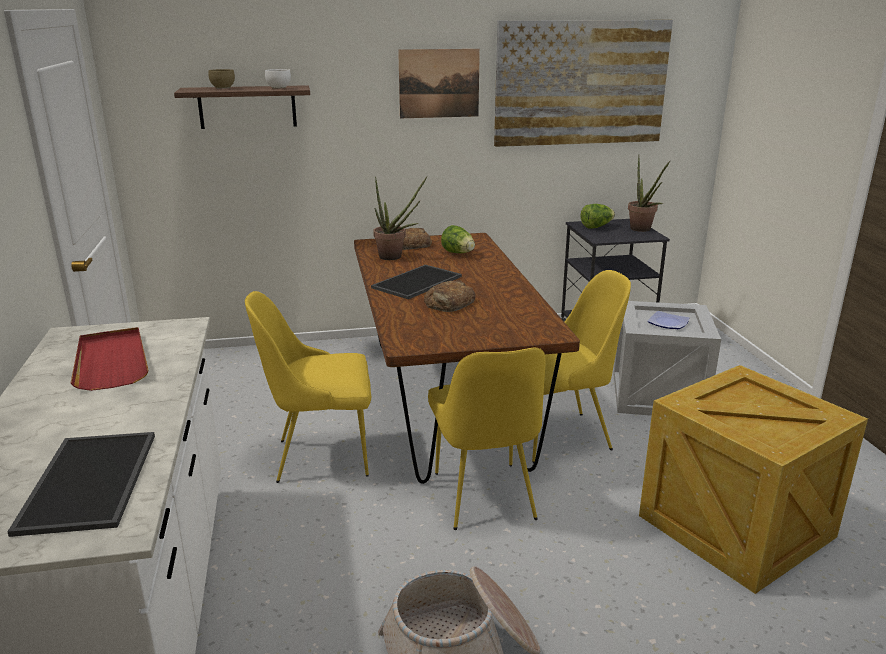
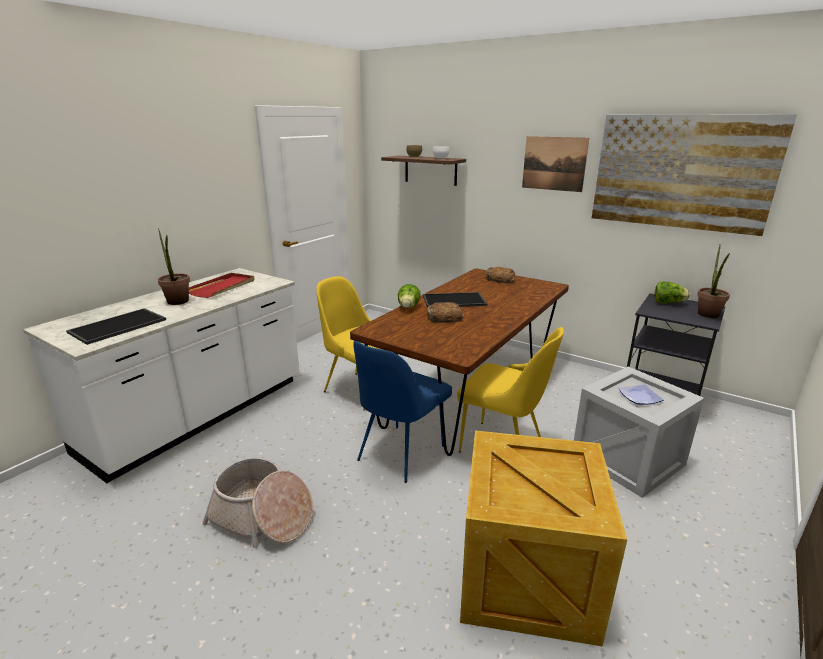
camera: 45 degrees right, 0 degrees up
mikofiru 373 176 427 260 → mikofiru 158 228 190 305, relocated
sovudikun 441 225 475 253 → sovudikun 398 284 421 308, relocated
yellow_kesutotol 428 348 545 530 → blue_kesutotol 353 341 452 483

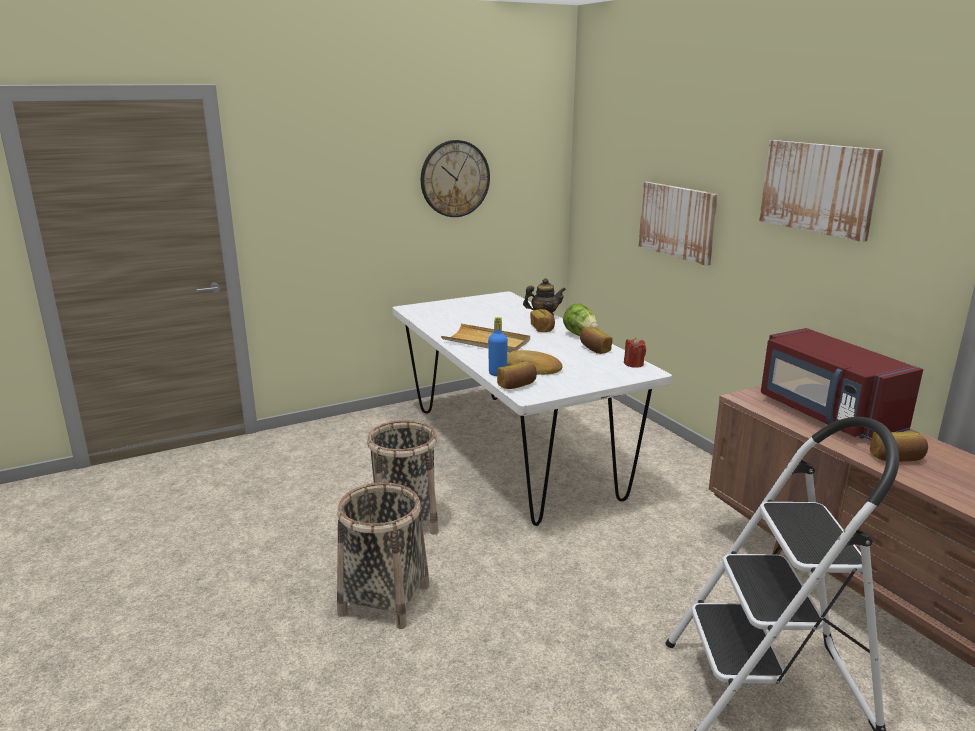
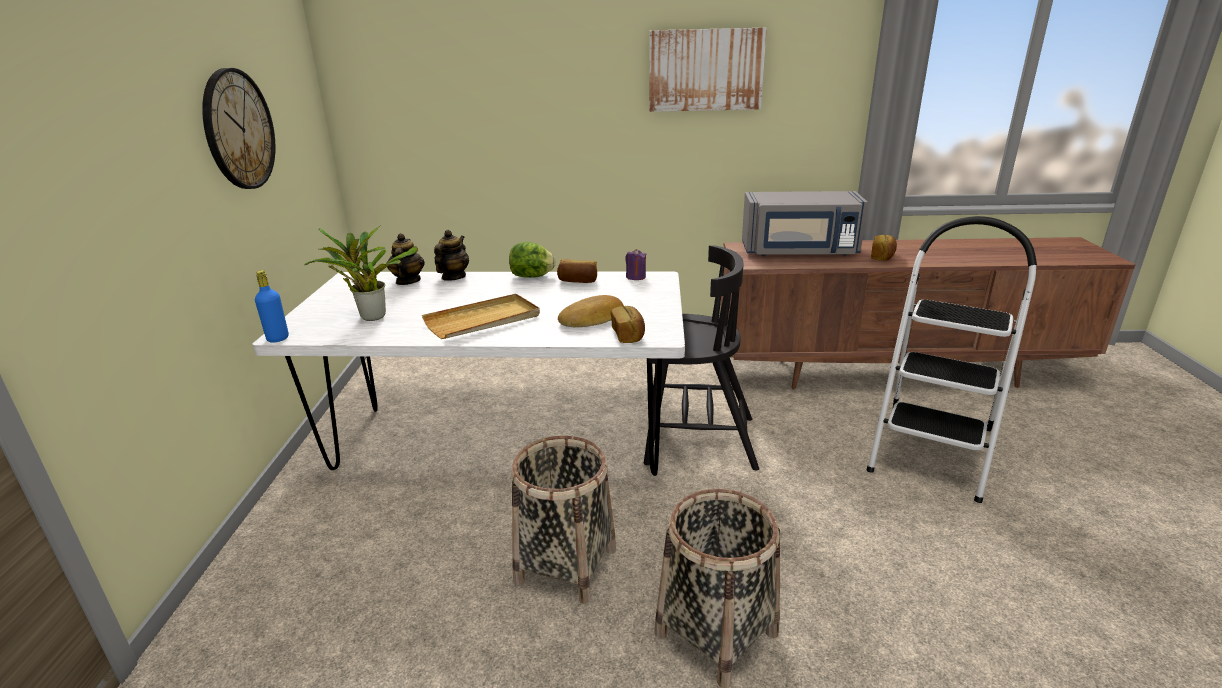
camera: 60 degrees left, 5 degrees up
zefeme 639 182 718 266 → -
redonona 530 309 555 332 → -
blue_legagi 488 317 508 376 → blue_legagi 255 270 289 343, relocated
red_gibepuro 761 328 923 440 → grey_gibepuro 742 191 868 256
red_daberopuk 624 338 646 368 → purple_daberopuk 625 249 646 280
- → mikofiru 305 225 418 321
- → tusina 387 233 425 285
- → black_kesutotol 644 246 759 470

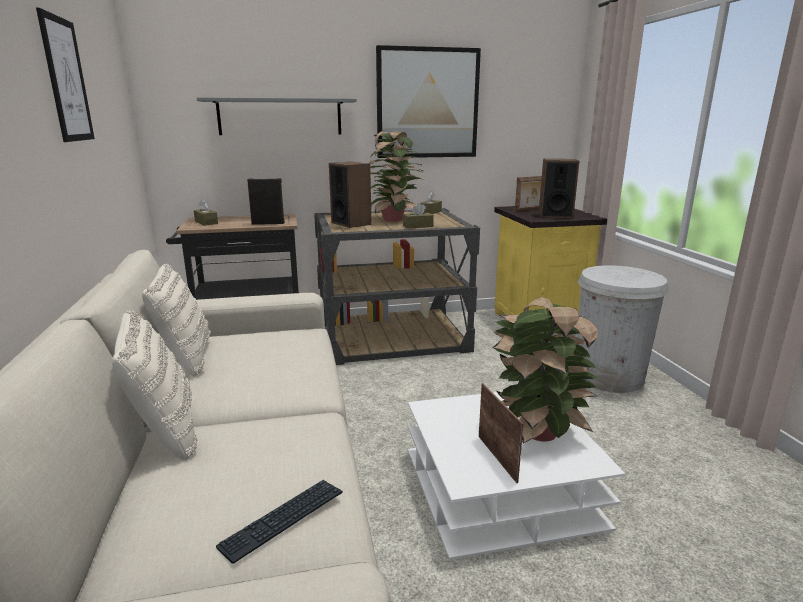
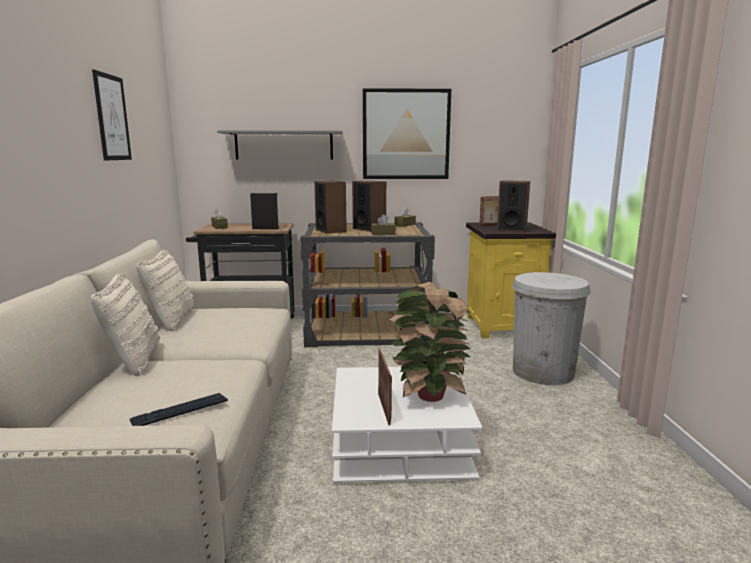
camera: 10 degrees right, 5 degrees down
mikofiru 368 131 425 222 → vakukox 352 180 386 232

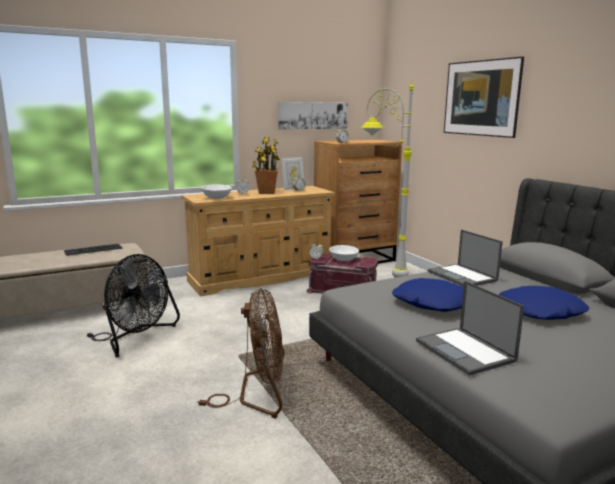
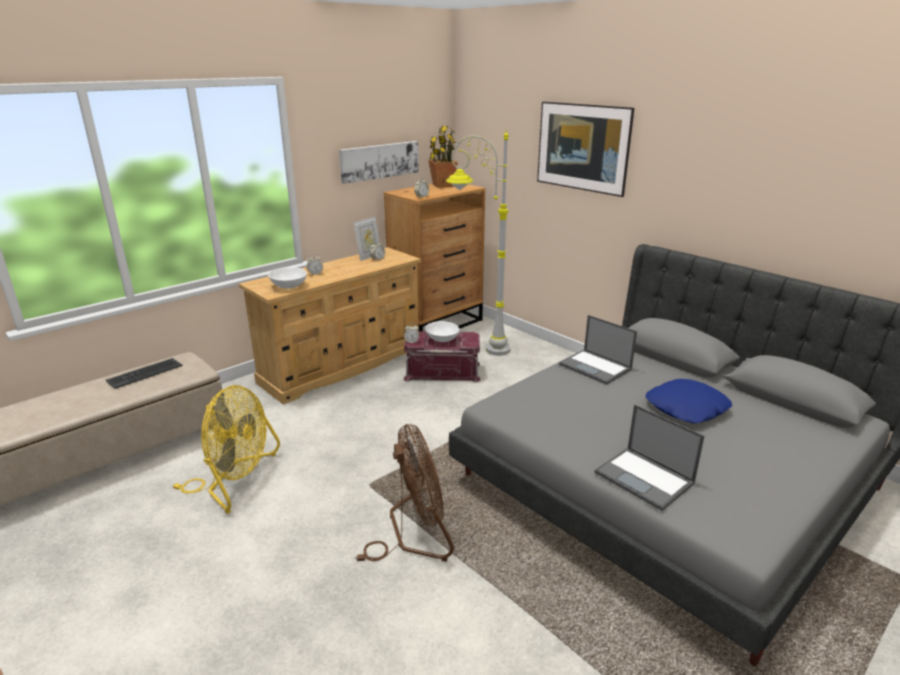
camera: 15 degrees left, 10 degrees up
mikofiru 253 137 280 194 → mikofiru 428 126 458 188, relocated
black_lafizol 87 254 180 358 → yellow_lafizol 173 385 280 514
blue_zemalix 392 278 464 312 → -

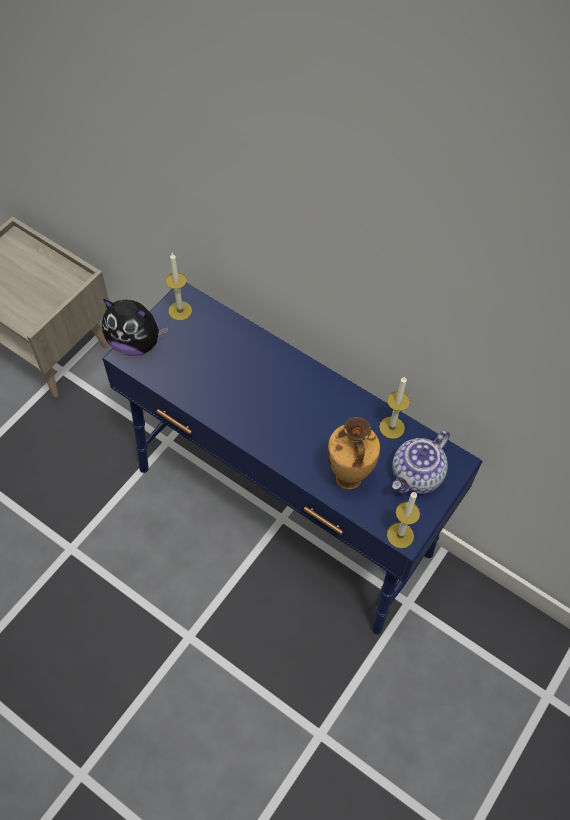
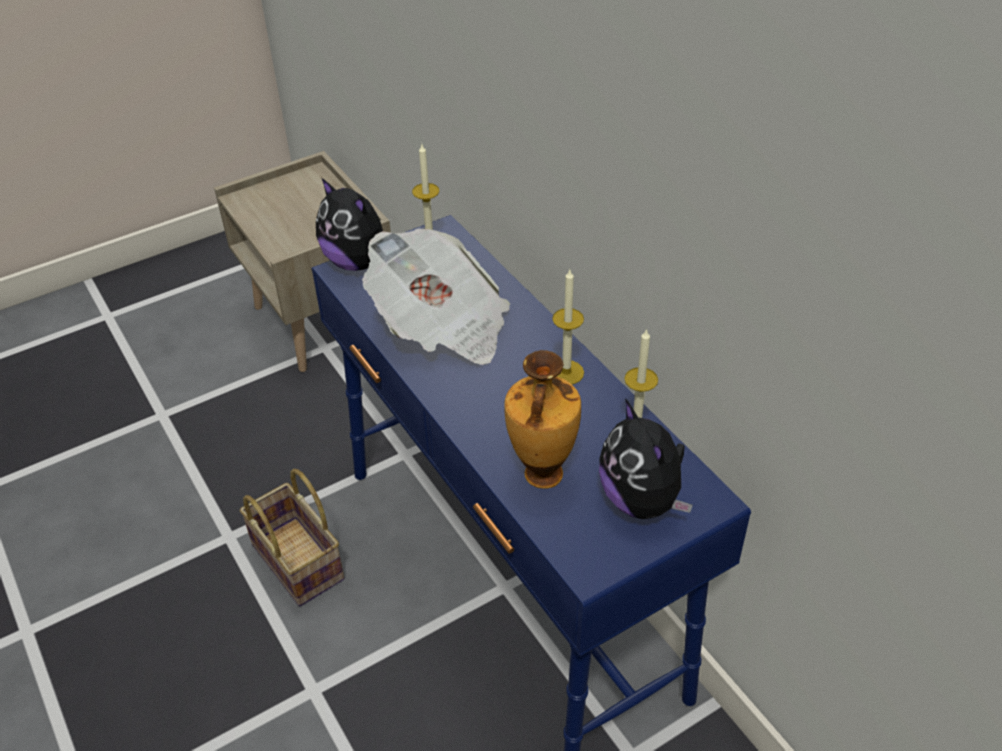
camera: 25 degrees right, 15 degrees down
tusina 392 430 450 494 → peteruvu 599 399 693 519
daberopuk 387 492 420 548 → daberopuk 552 270 584 384, relocated
- → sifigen 362 228 510 365
- → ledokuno 240 469 344 606

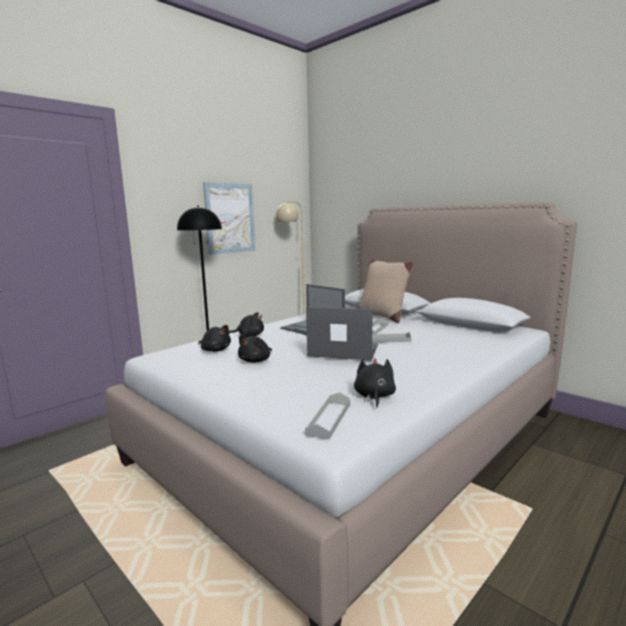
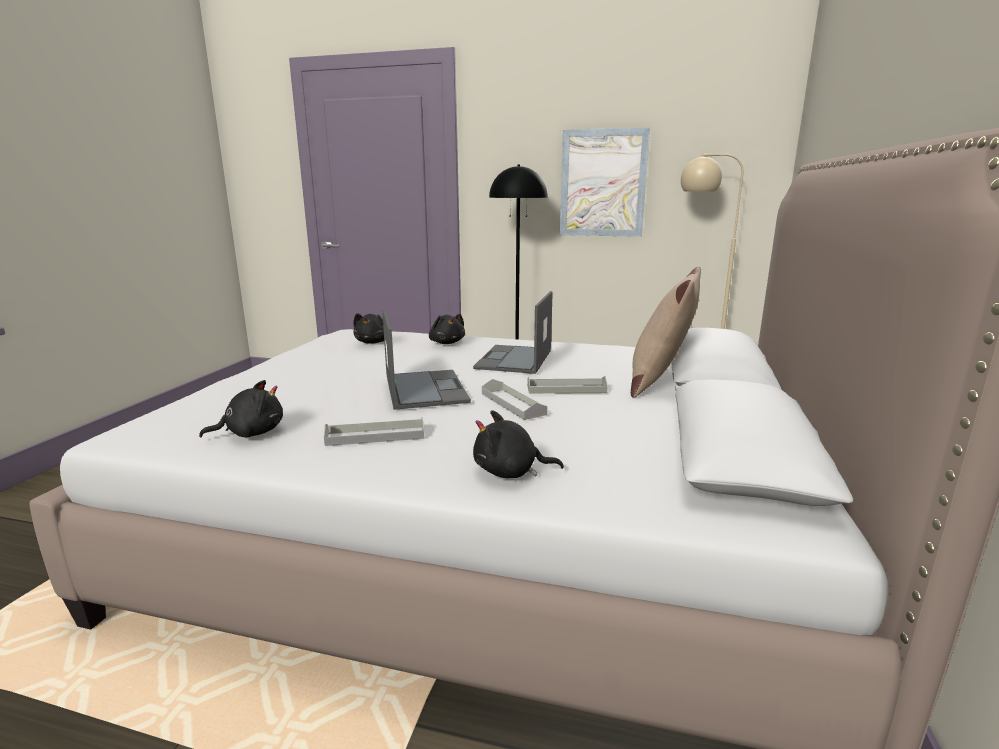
camera: 60 degrees right, 5 degrees up
black_peteruvu 238 335 272 363 → black_peteruvu 473 410 564 478, relocated
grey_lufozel 305 392 350 439 → grey_lufozel 324 417 424 446, relocated

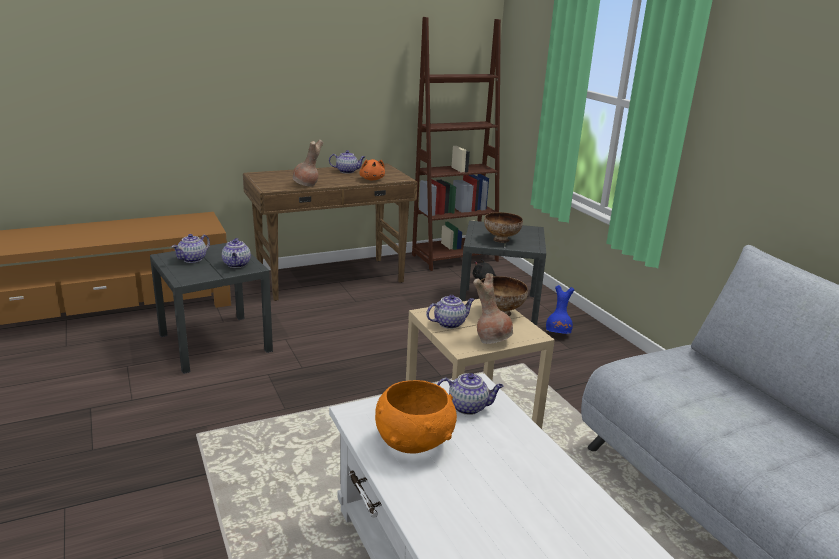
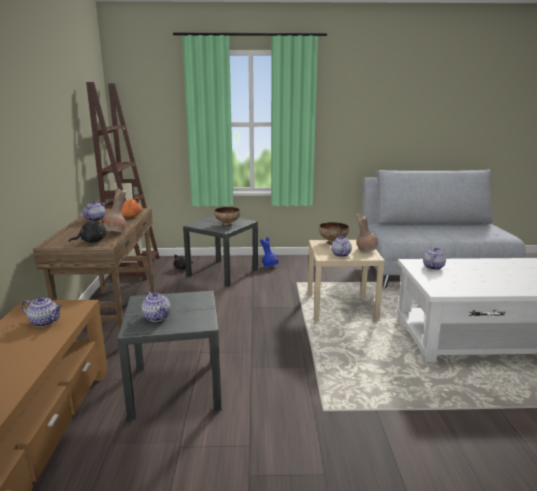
camera: 65 degrees left, 5 degrees down
tusina 222 238 251 268 → tusina 21 297 62 327, relocated
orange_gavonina 375 380 457 453 → -
- → black_peteruvu 69 218 106 243

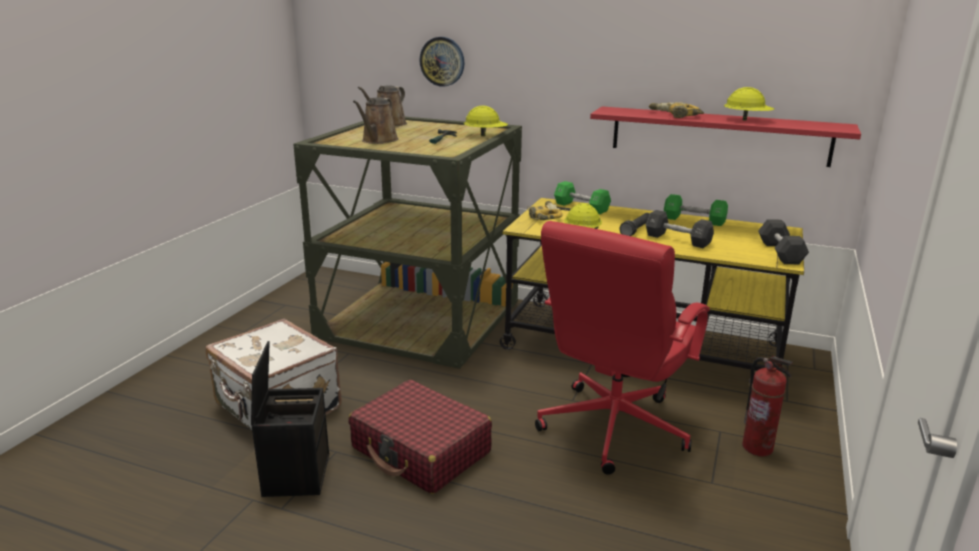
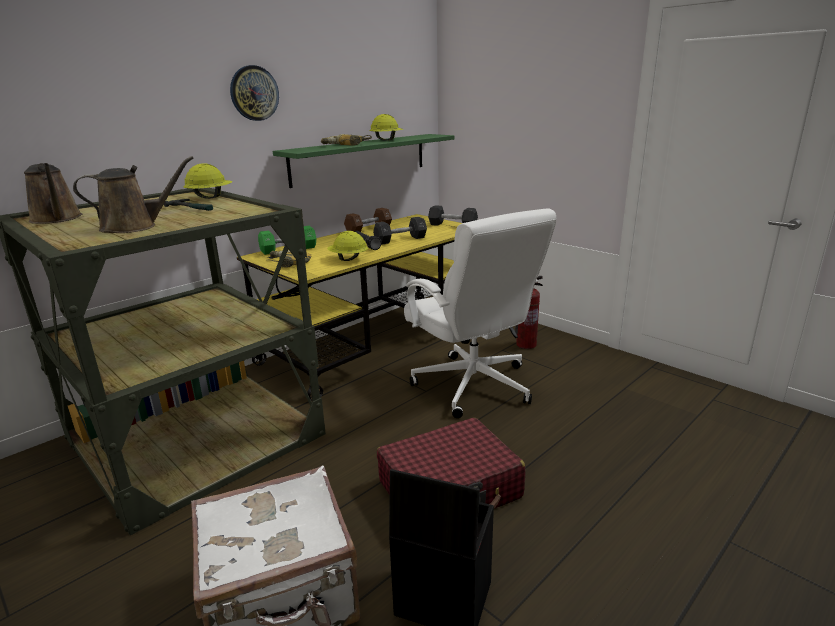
camera: 65 degrees left, 0 degrees up
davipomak 419 37 464 87 → davipomak 230 65 279 121, relocated
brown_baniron 353 97 399 144 → brown_baniron 73 156 193 233, 60 degrees counterclockwise
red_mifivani 590 106 861 167 → green_mifivani 273 134 454 188
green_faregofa 664 194 728 226 → brown_faregofa 344 208 392 232
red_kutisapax 535 221 710 475 → white_kutisapax 404 208 556 418

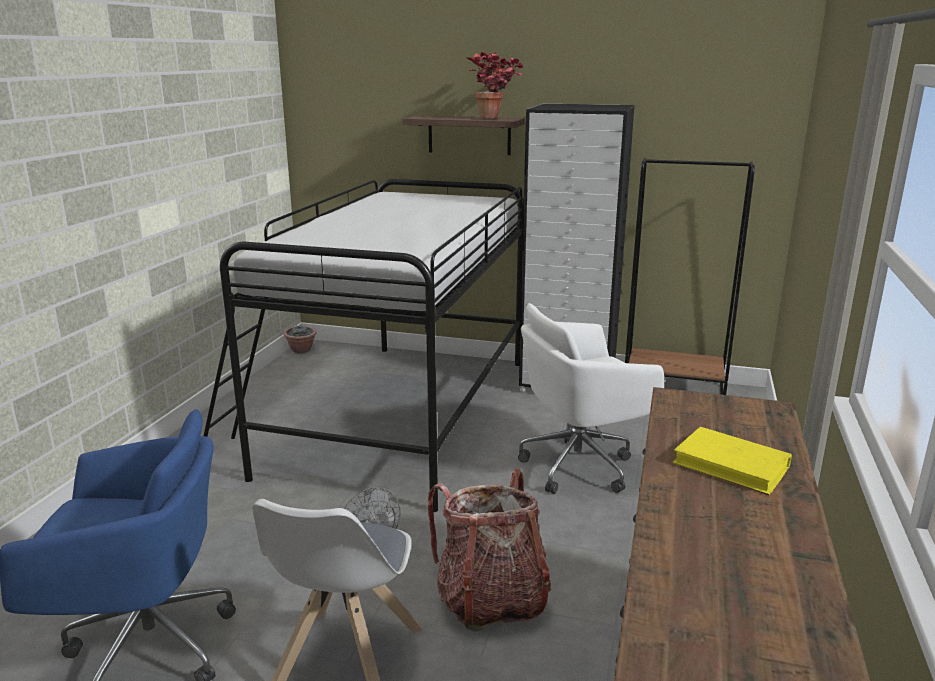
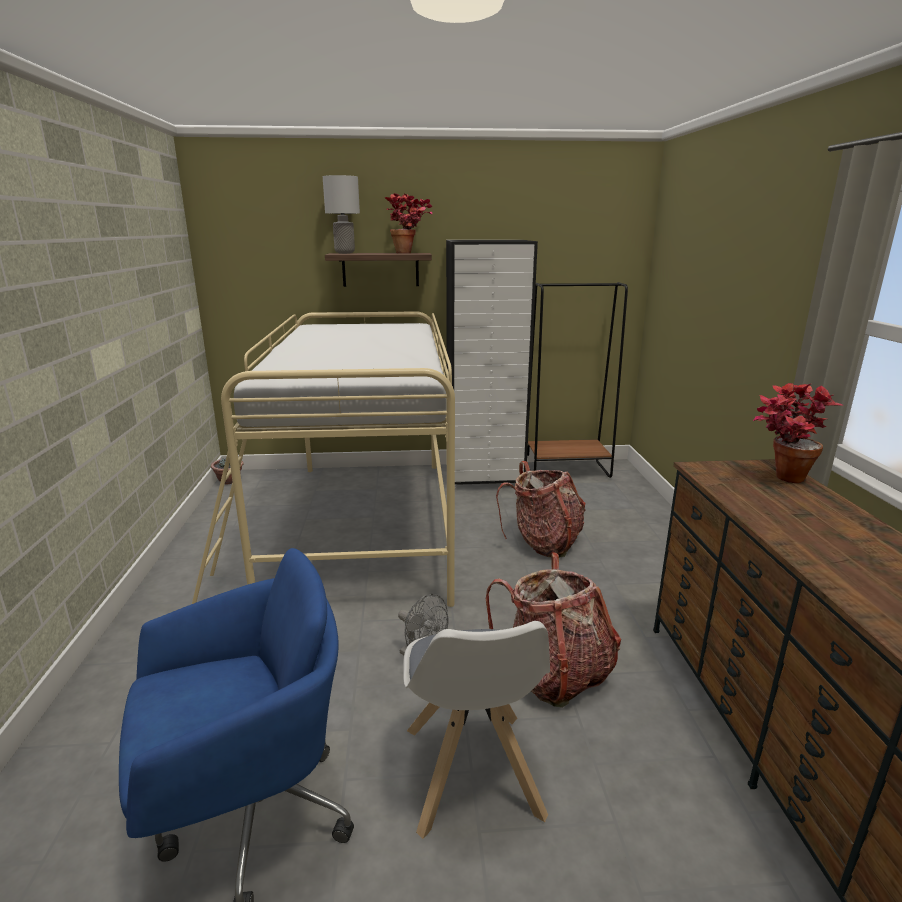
camera: 20 degrees left, 0 degrees up
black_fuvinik 203 179 524 512 → beige_fuvinik 192 312 455 607
white_kutisapax 518 303 664 494 → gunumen 496 461 586 558
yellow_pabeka 673 427 792 495 → -
- → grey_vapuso 323 175 360 254
- → mikofiru 753 383 844 483

